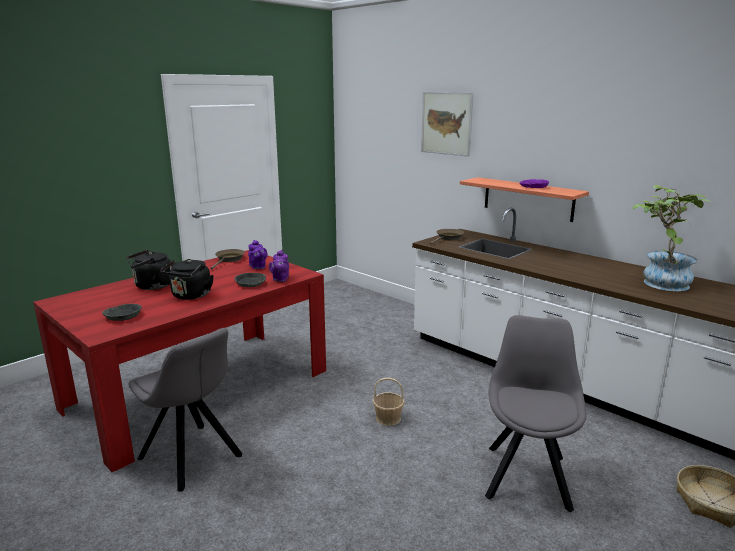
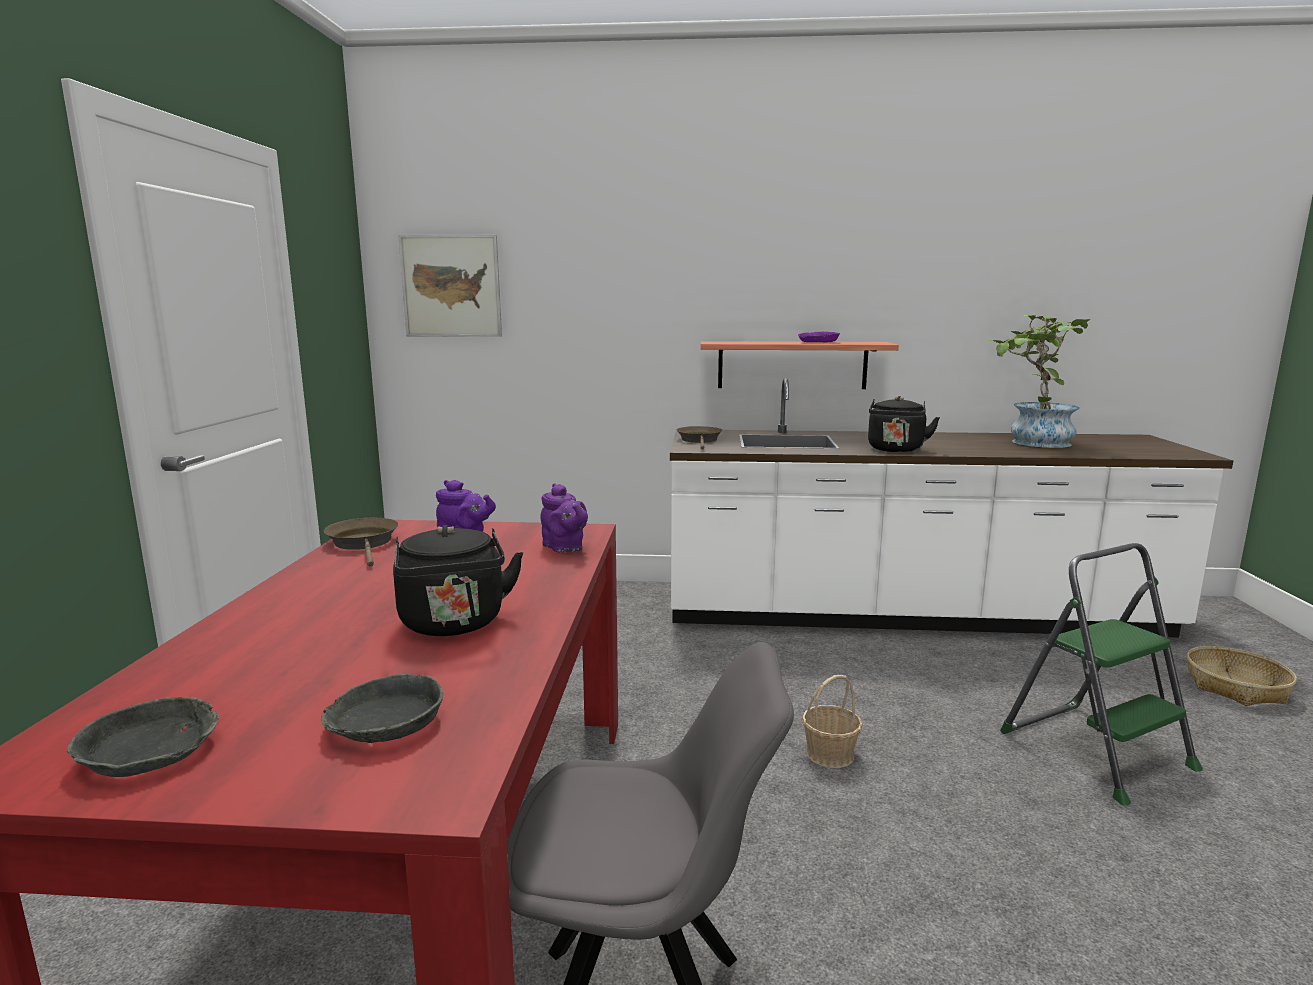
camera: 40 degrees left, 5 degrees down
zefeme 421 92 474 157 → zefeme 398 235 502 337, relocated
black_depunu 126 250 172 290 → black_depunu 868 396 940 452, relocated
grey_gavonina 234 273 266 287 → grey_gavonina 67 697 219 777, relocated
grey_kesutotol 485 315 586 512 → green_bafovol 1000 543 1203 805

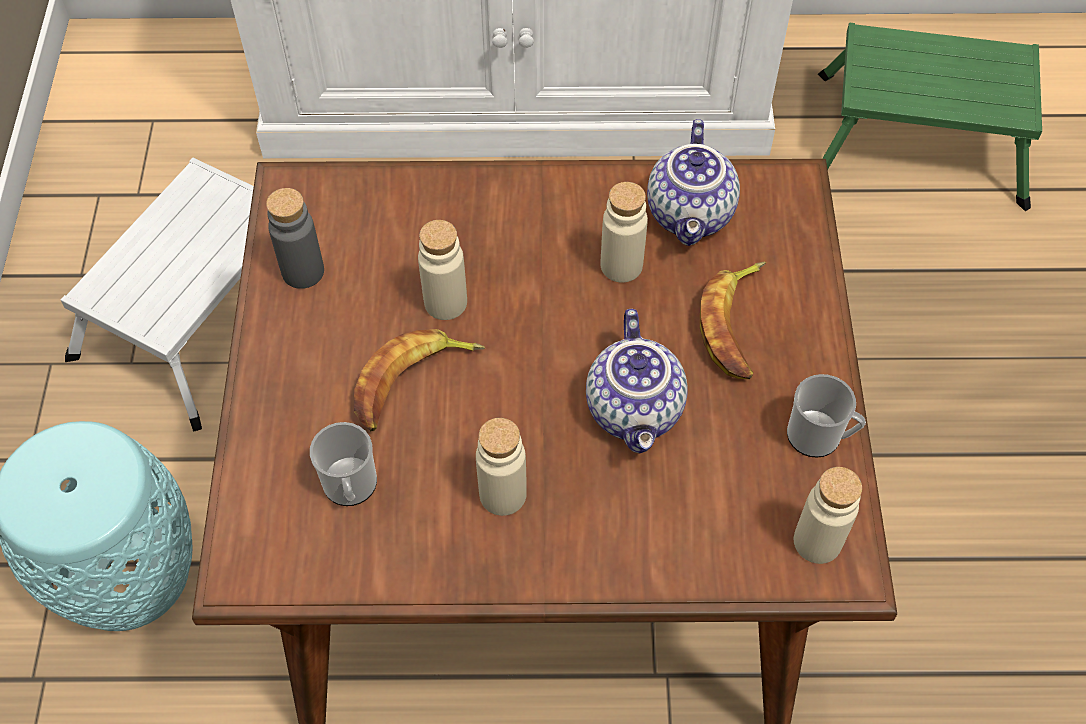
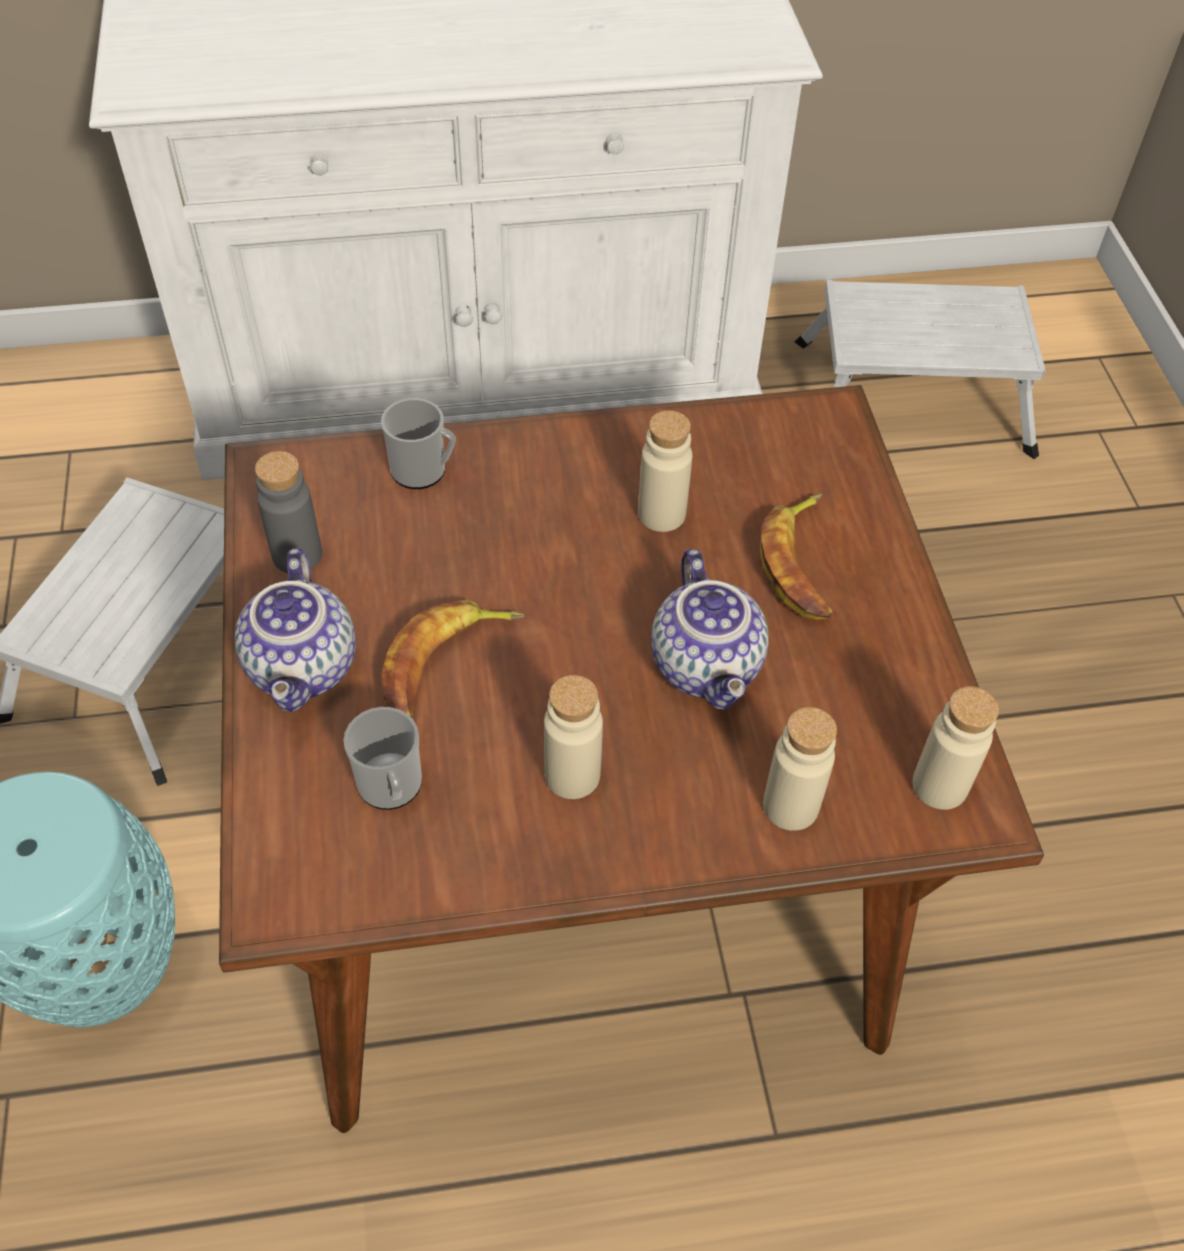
camera: 10 degrees left, 5 degrees down
green_bafovol 818 23 1042 211 → white_bafovol 795 280 1045 459
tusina 647 119 740 246 → tusina 235 548 356 712, relocated
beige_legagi 418 220 467 320 → beige_legagi 763 707 837 831, relocated
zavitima 787 374 866 458 → zavitima 381 398 456 489, relocated

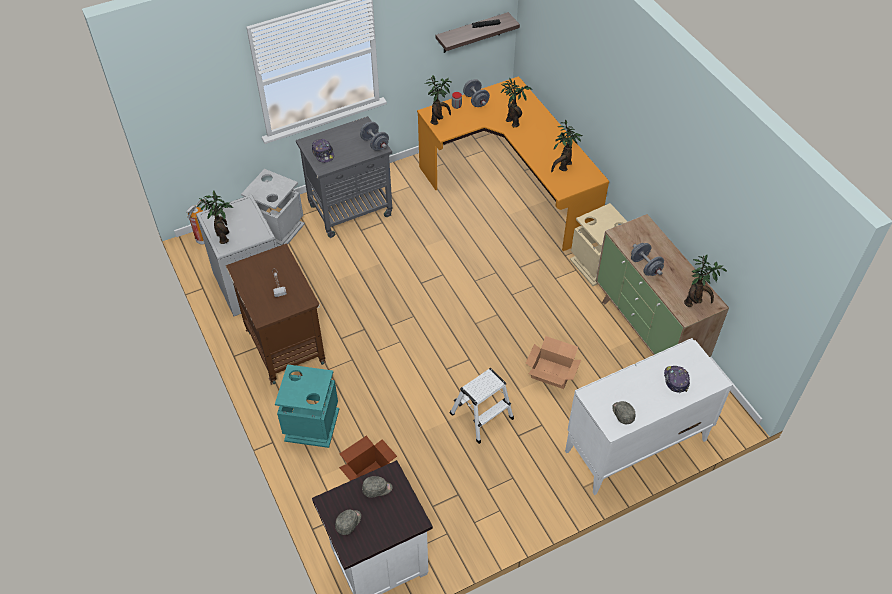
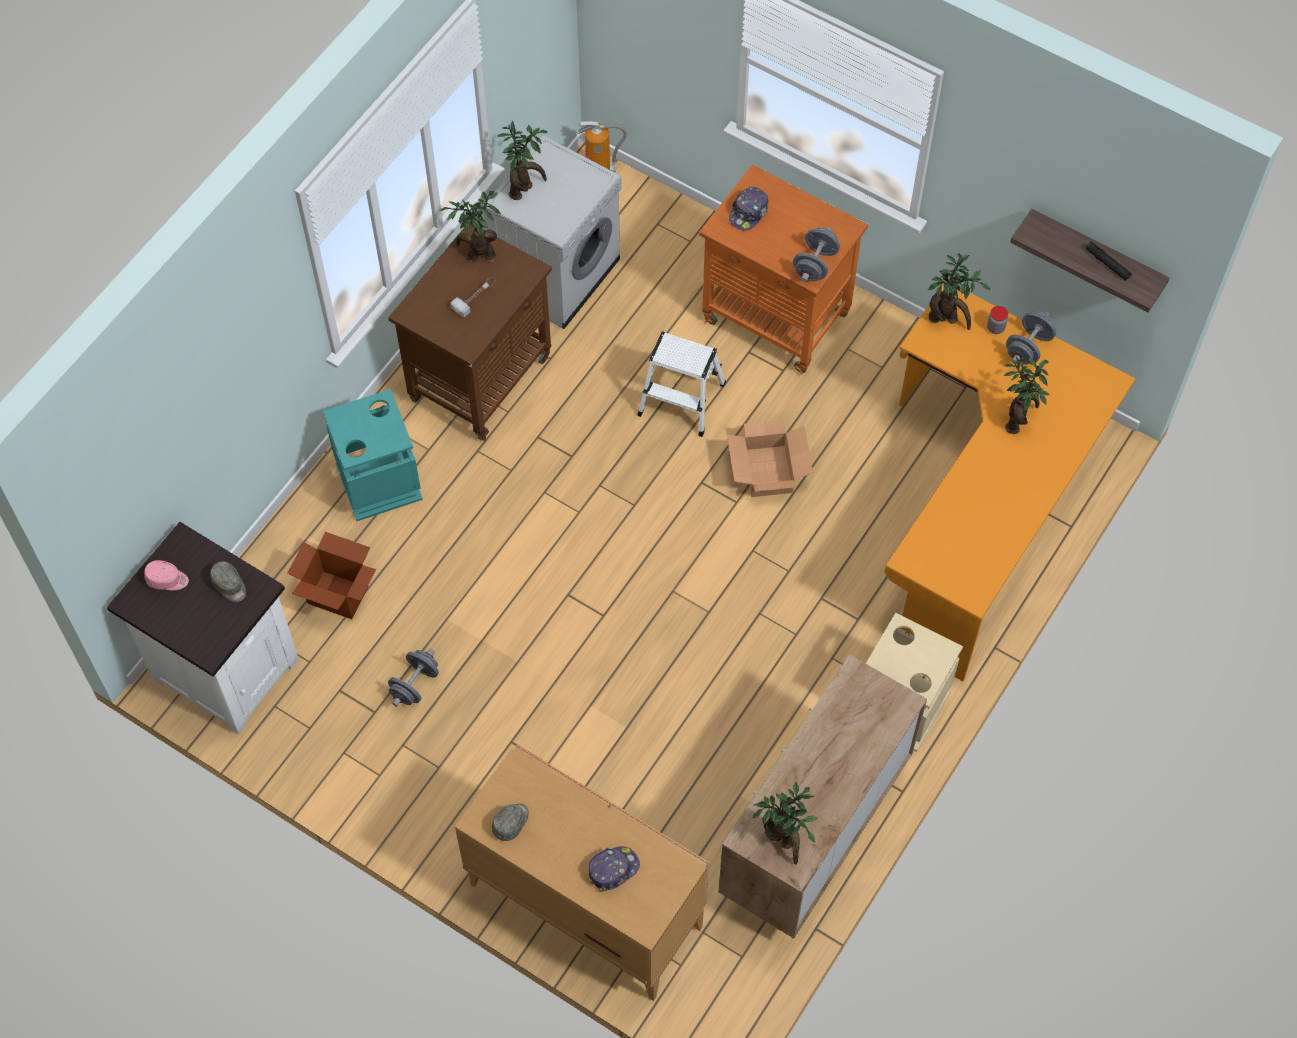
camera: 60 degrees right, 10 degrees up
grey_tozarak 296 116 393 238 → orange_tozarak 699 164 868 375
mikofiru 551 119 583 172 → mikofiru 440 191 501 262, relocated
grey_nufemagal 241 169 305 247 → -
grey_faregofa 631 243 664 276 → grey_faregofa 388 649 439 707, relocated
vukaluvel 526 336 581 389 → vukaluvel 727 420 813 497, relocated
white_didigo 565 338 732 495 → brown_didigo 454 744 709 1001
white_bafovol 450 367 514 444 → white_bafovol 638 331 726 437, relocated
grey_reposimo 335 510 361 535 → pink_reposimo 144 560 189 590

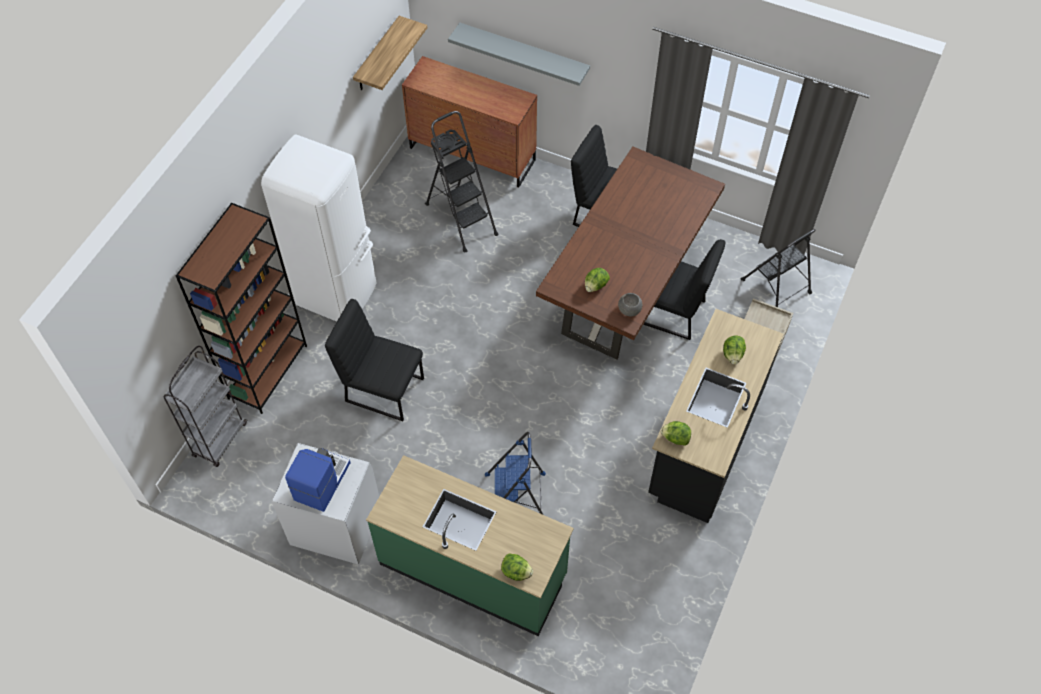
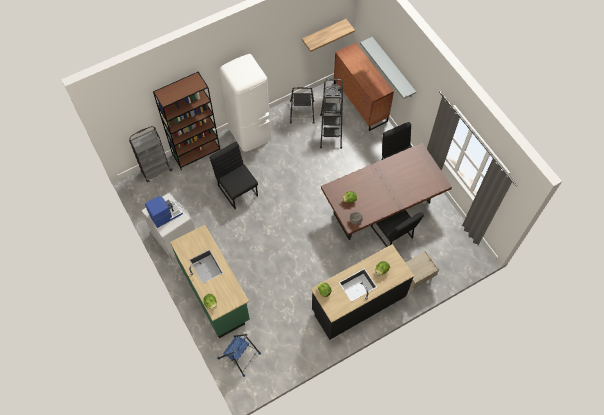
camera: 35 degrees right, 5 degrees up
black_bafovol 741 229 816 307 → black_bafovol 290 87 315 124, relocated
blue_bafovol 485 432 546 515 → blue_bafovol 217 334 261 377, relocated

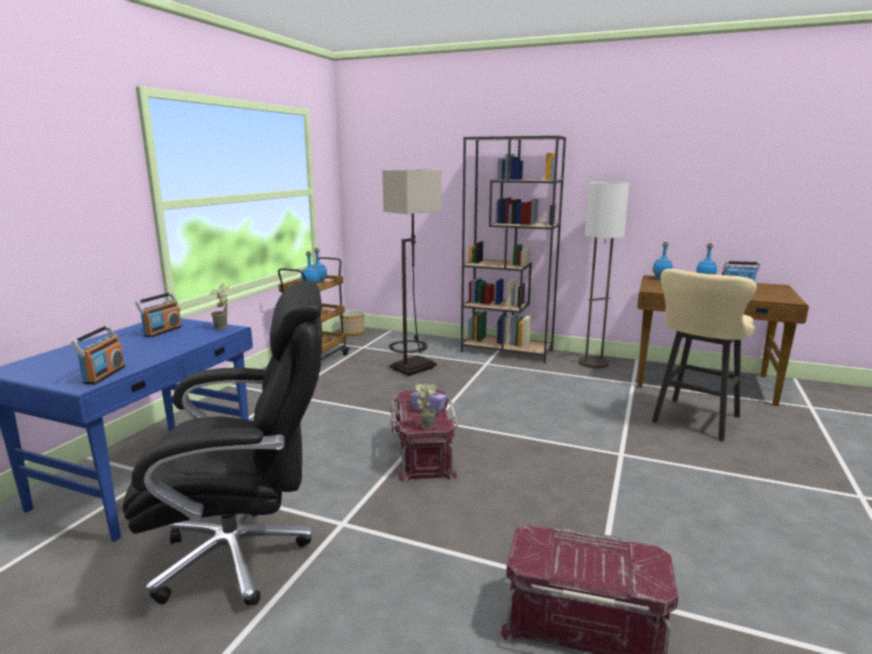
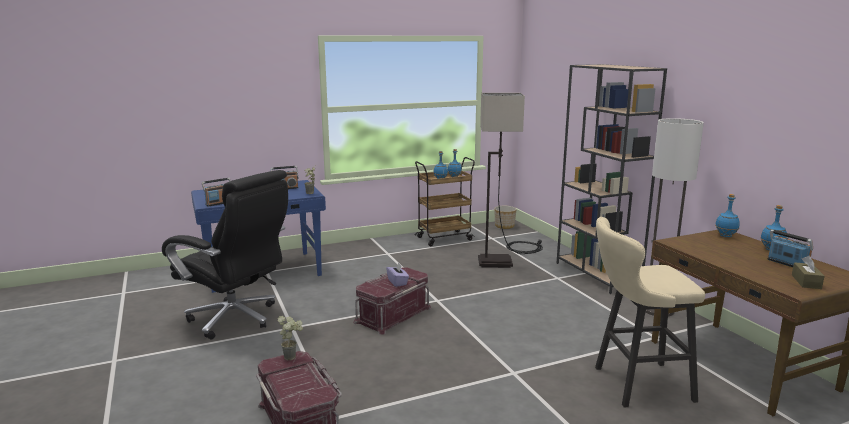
camera: 45 degrees right, 0 degrees up
mikofiru 415 384 436 430 → mikofiru 278 316 303 361, relocated
- → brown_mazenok 792 256 825 289

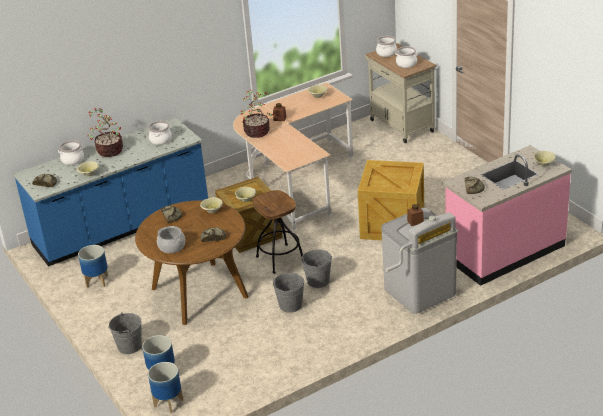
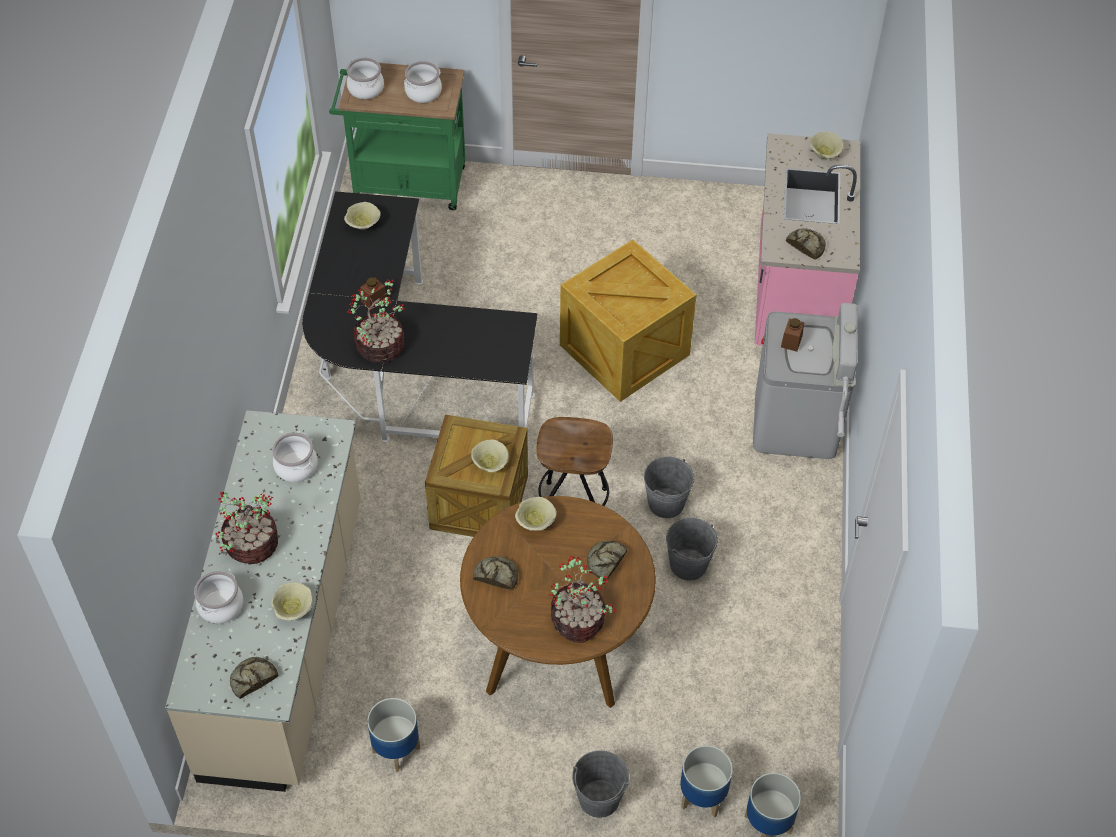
camera: 55 degrees left, 20 degrees up
beige_tozarak 364 43 436 143 → green_tozarak 329 61 465 210
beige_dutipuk 233 82 353 231 → black_dutipuk 302 191 538 442
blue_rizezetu 13 117 208 267 → beige_rizezetu 165 410 361 792
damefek 157 226 185 253 → mikofiru 549 556 617 643

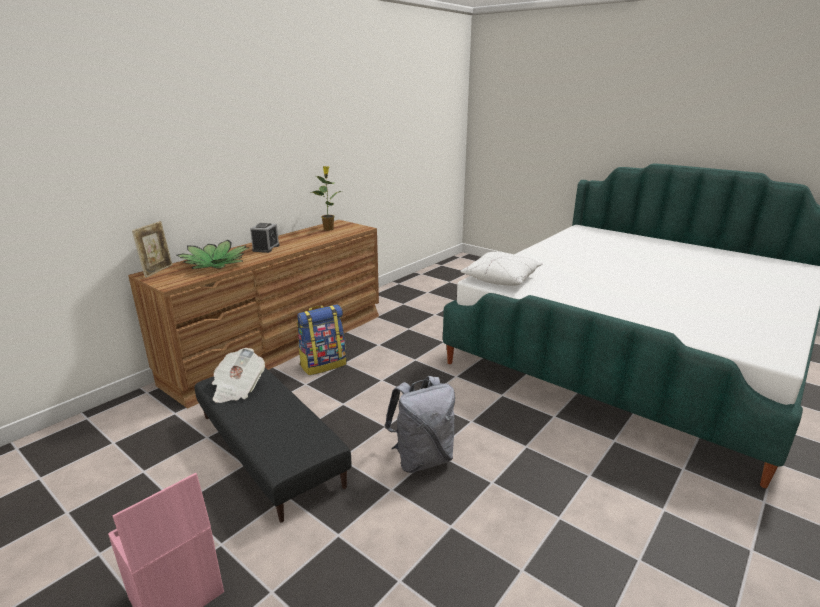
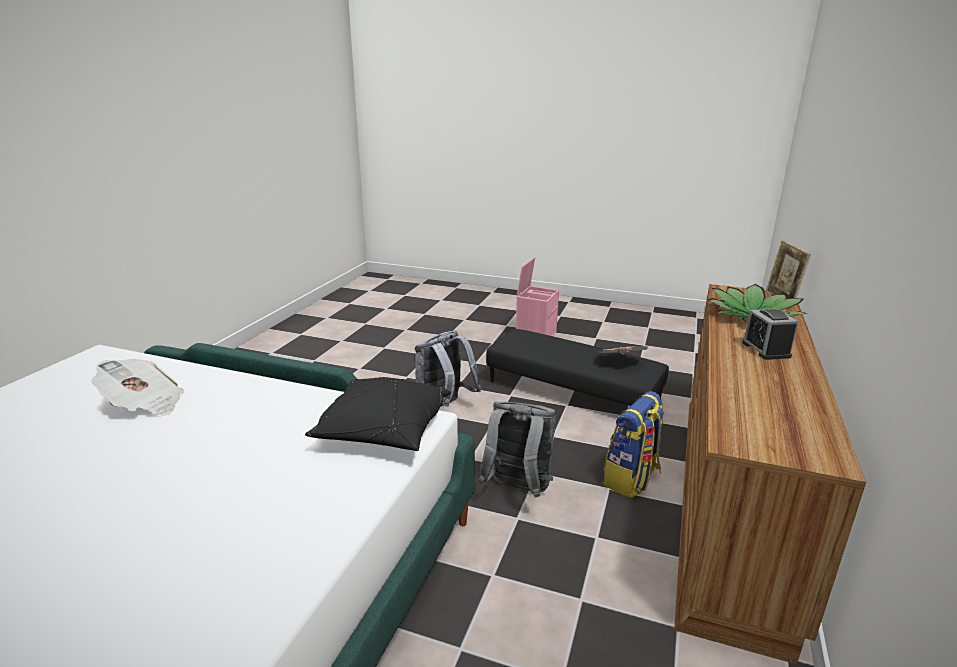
camera: 160 degrees right, 0 degrees up
mikofiru 310 166 343 231 → -
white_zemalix 461 252 543 286 → black_zemalix 305 377 451 451
- → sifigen 91 359 184 415
- → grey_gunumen 479 402 556 497

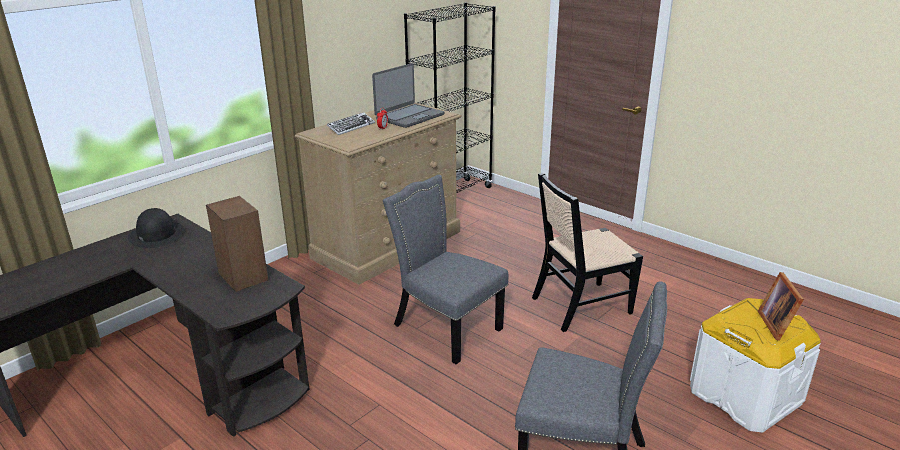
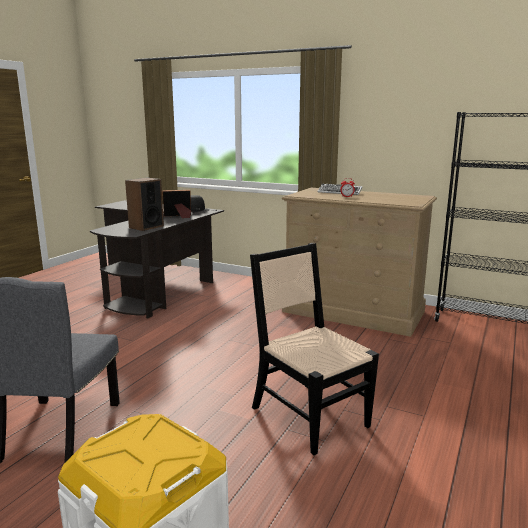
camera: 75 degrees right, 10 degrees down
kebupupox 372 63 444 128 → -
grey_kesutotol 383 175 508 364 → -
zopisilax 758 272 804 341 → zopisilax 162 190 191 218, relocated

